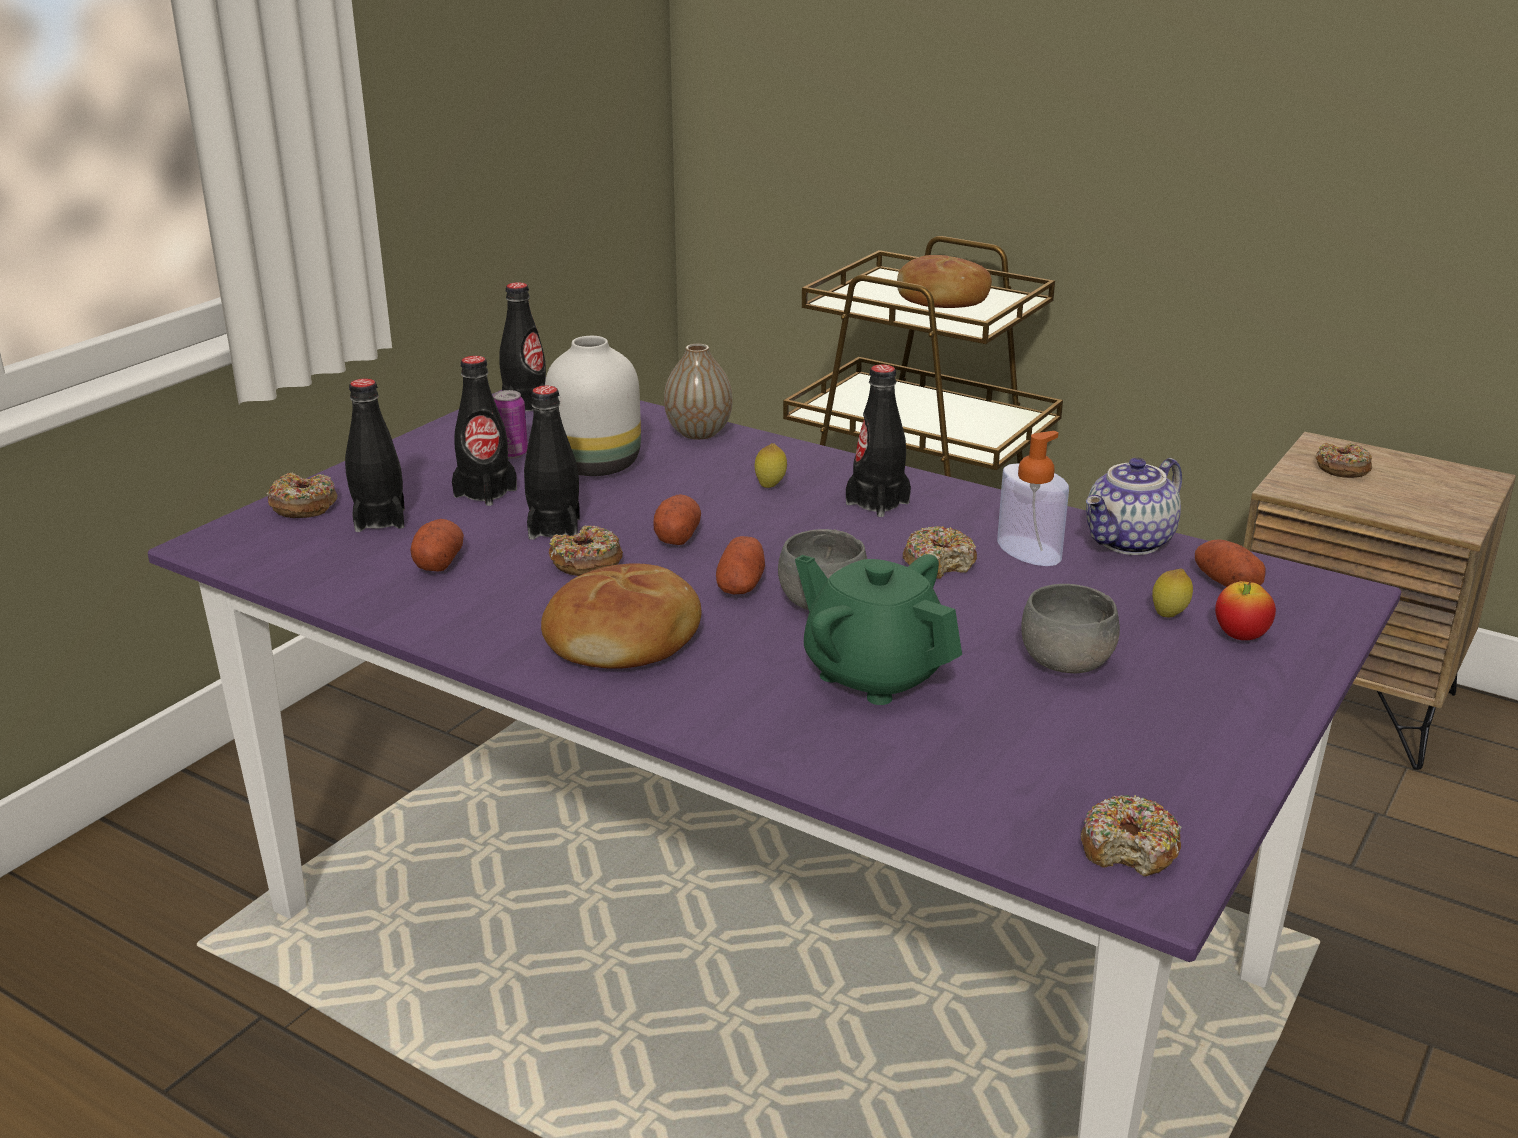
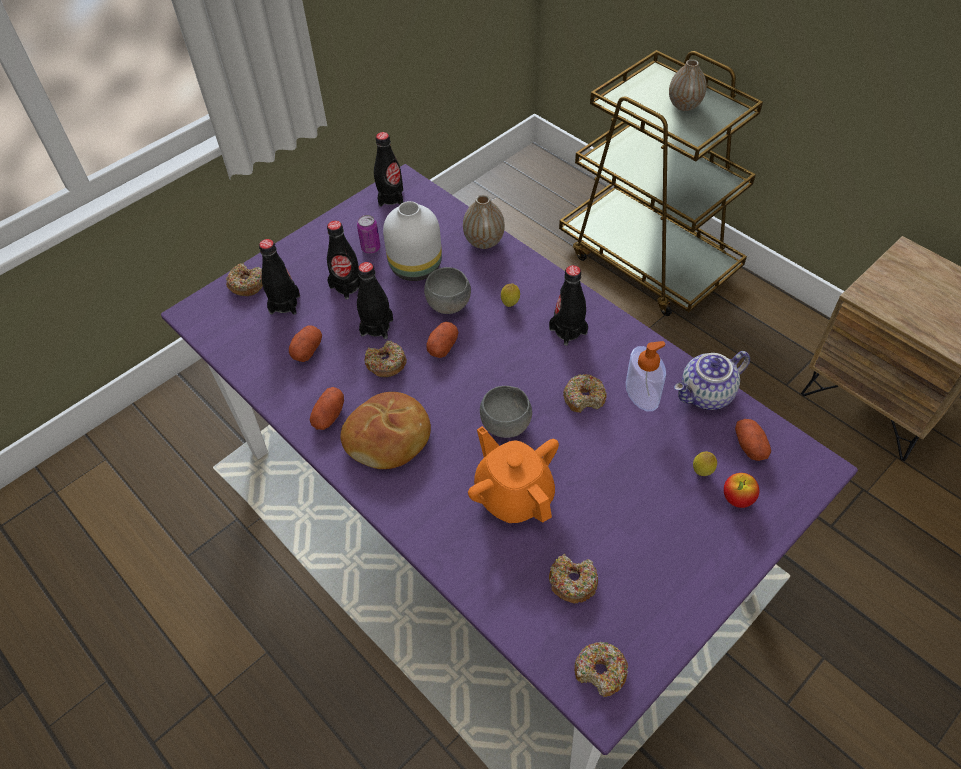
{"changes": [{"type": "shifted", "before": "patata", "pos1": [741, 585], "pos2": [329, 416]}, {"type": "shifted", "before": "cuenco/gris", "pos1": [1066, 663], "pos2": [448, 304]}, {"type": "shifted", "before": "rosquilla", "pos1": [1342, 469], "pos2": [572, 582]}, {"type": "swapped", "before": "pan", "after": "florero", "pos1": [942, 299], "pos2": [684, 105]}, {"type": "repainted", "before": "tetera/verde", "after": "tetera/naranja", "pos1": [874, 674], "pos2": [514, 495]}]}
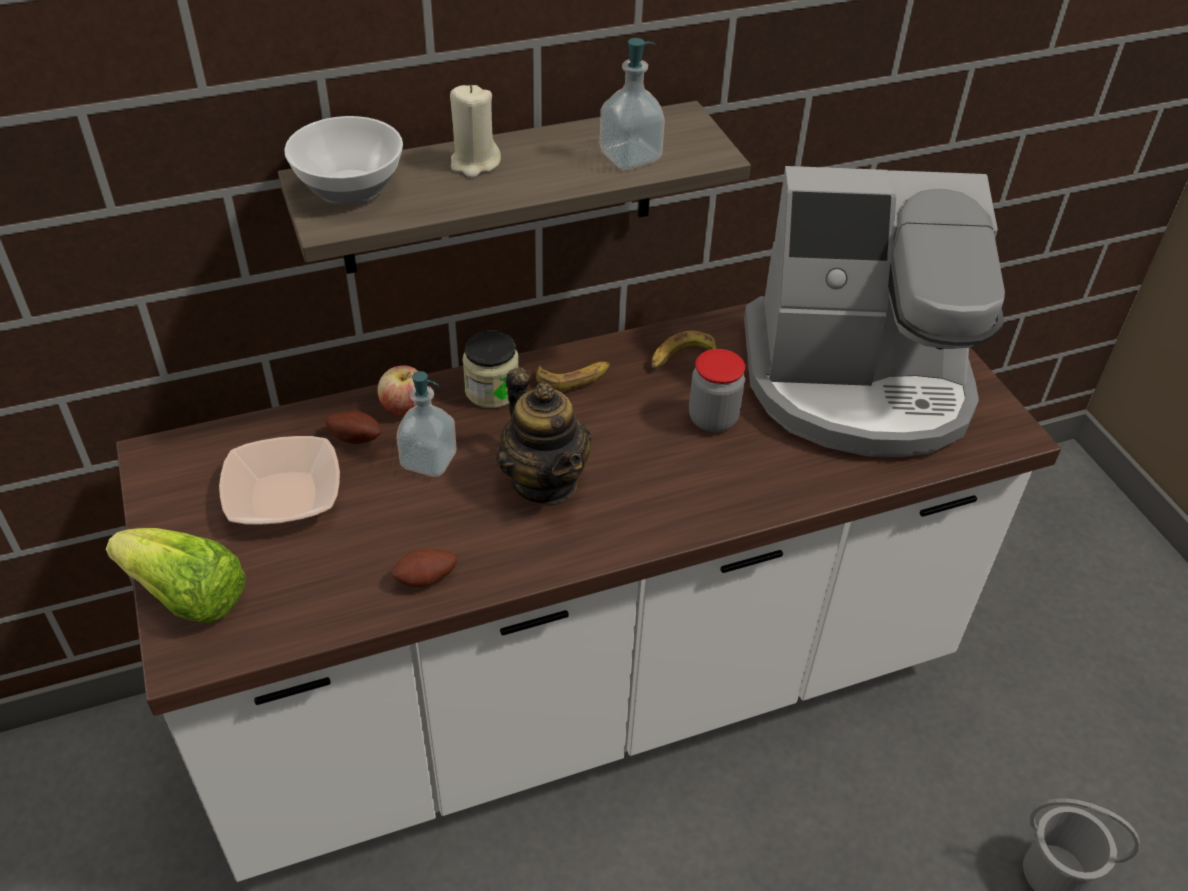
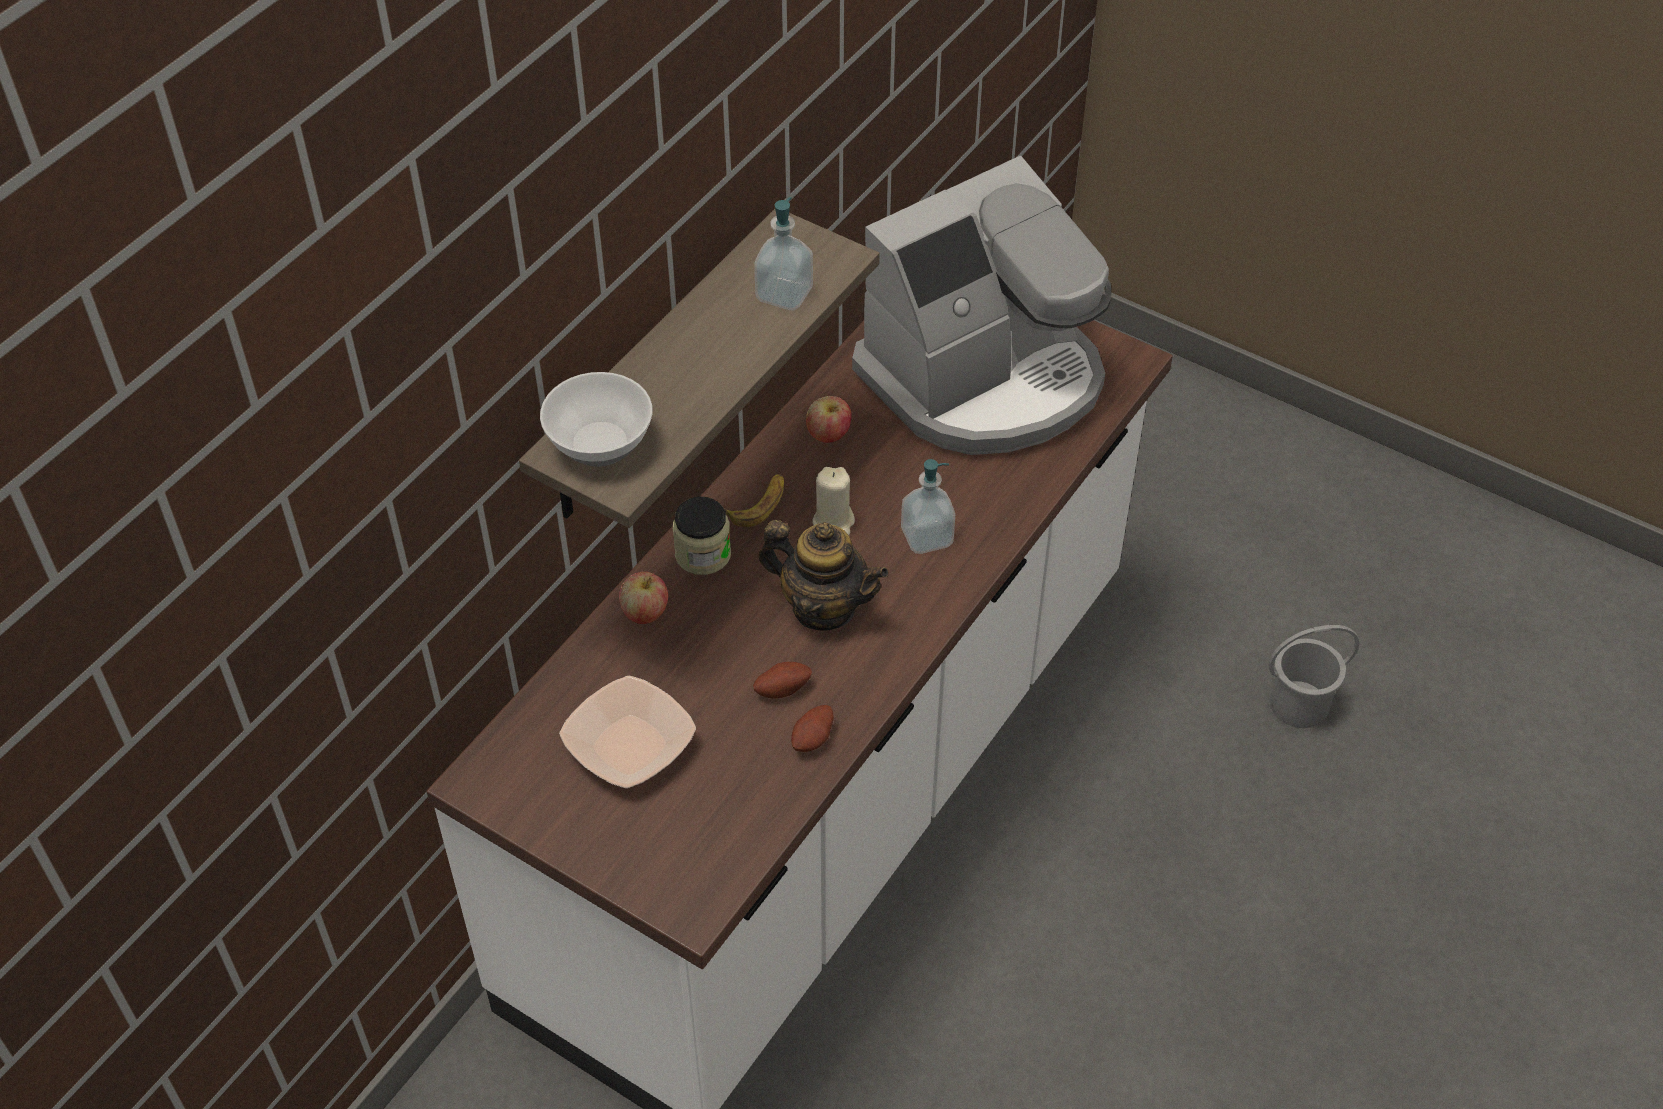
{"changes": [{"type": "gone", "before": "lechuga", "pos1": [186, 596]}, {"type": "gone", "before": "tarro", "pos1": [713, 419]}, {"type": "shifted", "before": "patata", "pos1": [356, 437], "pos2": [782, 688]}, {"type": "shifted", "before": "dispensador de jabón", "pos1": [429, 460], "pos2": [927, 537]}, {"type": "shifted", "before": "vela/beis", "pos1": [474, 163], "pos2": [833, 522]}, {"type": "swapped", "before": "plátano", "after": "manzana", "pos1": [681, 358], "pos2": [828, 435]}]}
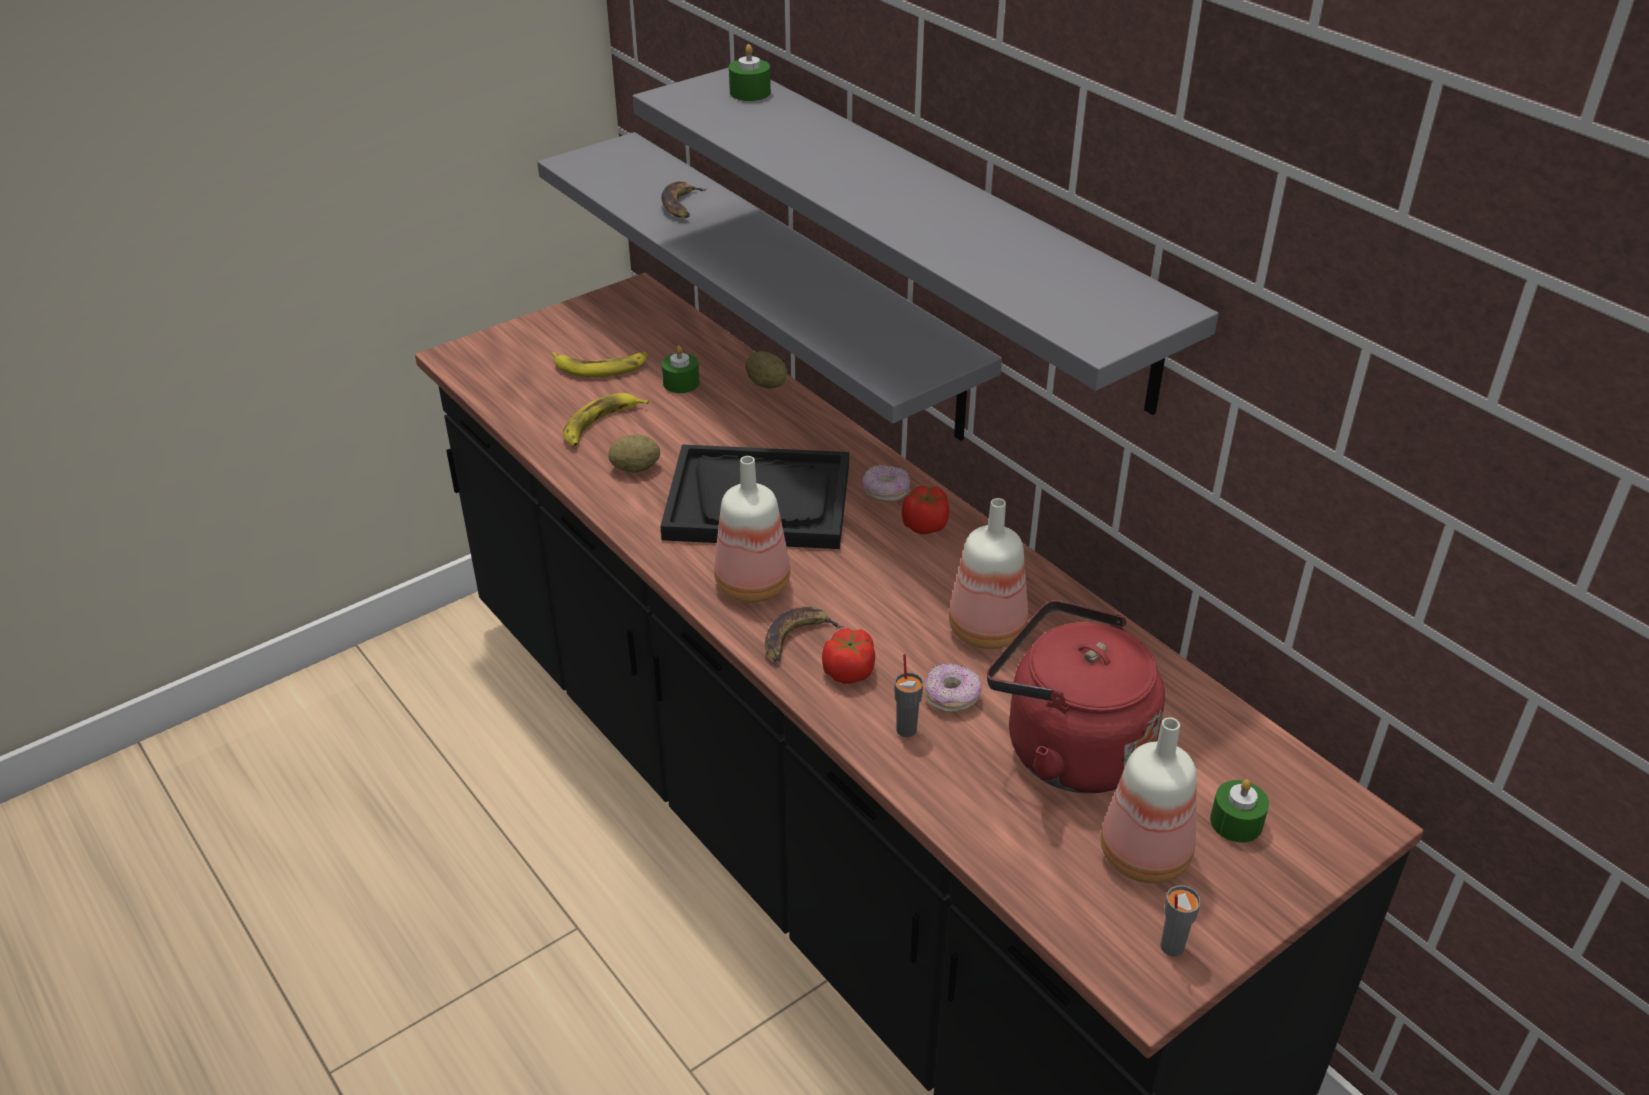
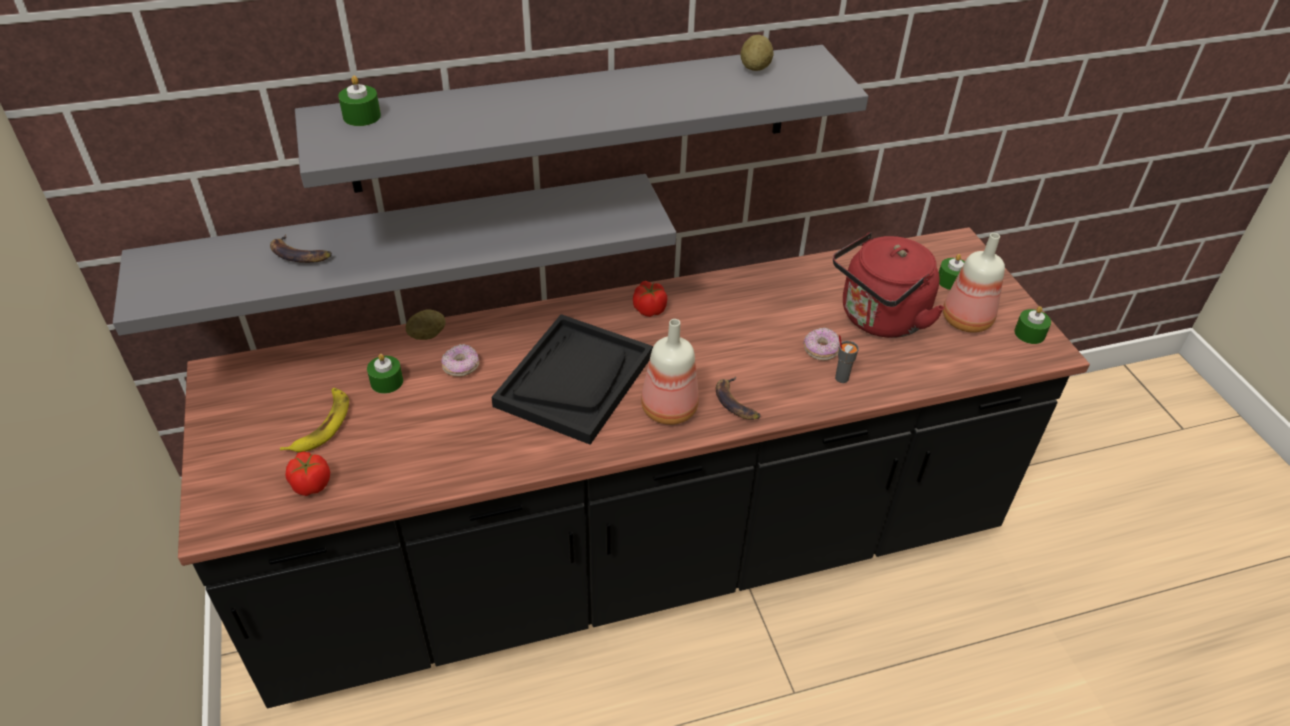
{"changes": [{"type": "gone", "before": "plátano", "pos1": [601, 425]}, {"type": "gone", "before": "botella", "pos1": [989, 630]}, {"type": "shifted", "before": "patata", "pos1": [635, 468], "pos2": [755, 68]}, {"type": "shifted", "before": "tomate", "pos1": [849, 671], "pos2": [311, 484]}, {"type": "shifted", "before": "rosquilla", "pos1": [885, 493], "pos2": [461, 367]}, {"type": "swapped", "before": "taza/gris", "after": "vela/verde", "pos1": [1171, 946], "pos2": [1029, 333]}]}
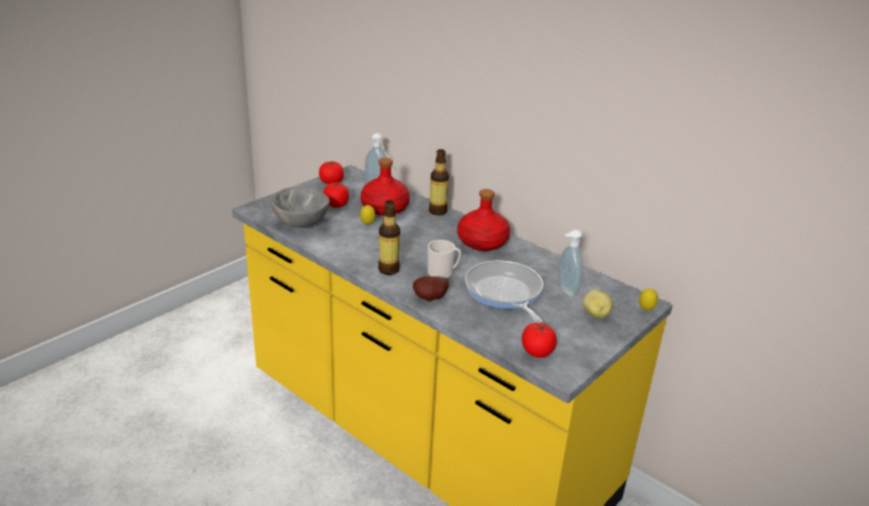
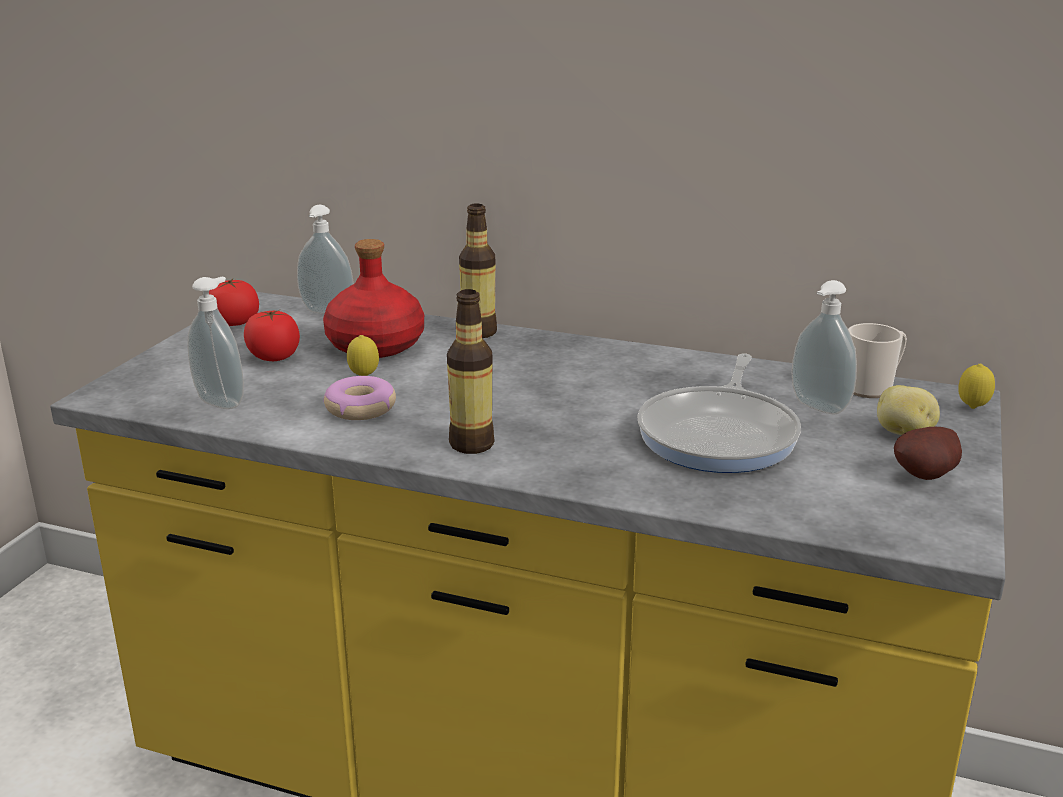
{"changes": [{"type": "gone", "before": "botella/rojo", "pos1": [483, 242]}, {"type": "gone", "before": "tomate", "pos1": [537, 352]}, {"type": "new", "after": "rosquilla", "pos2": [360, 408]}, {"type": "shifted", "before": "patata", "pos1": [430, 299], "pos2": [927, 477]}, {"type": "shifted", "before": "taza grande", "pos1": [443, 273], "pos2": [872, 387]}, {"type": "swapped", "before": "cuenco/gris", "after": "dispensador de jabón", "pos1": [300, 223], "pos2": [222, 401]}, {"type": "rotated", "before": "sartén", "pos1": [504, 293], "pos2": [720, 435], "turn": -120}]}
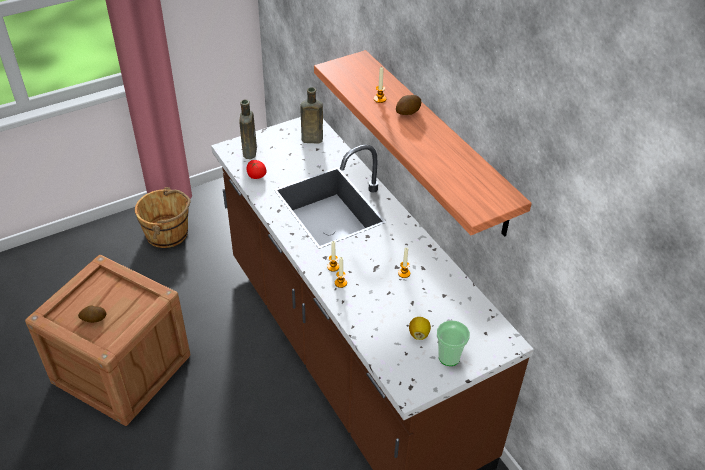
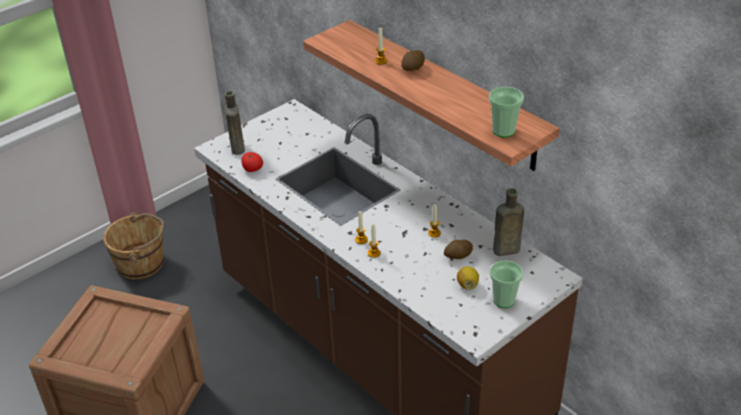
{"changes": [{"type": "new", "after": "taza", "pos2": [503, 131]}, {"type": "shifted", "before": "patata", "pos1": [94, 319], "pos2": [458, 256]}, {"type": "shifted", "before": "botella/marrón", "pos1": [310, 139], "pos2": [504, 250]}]}
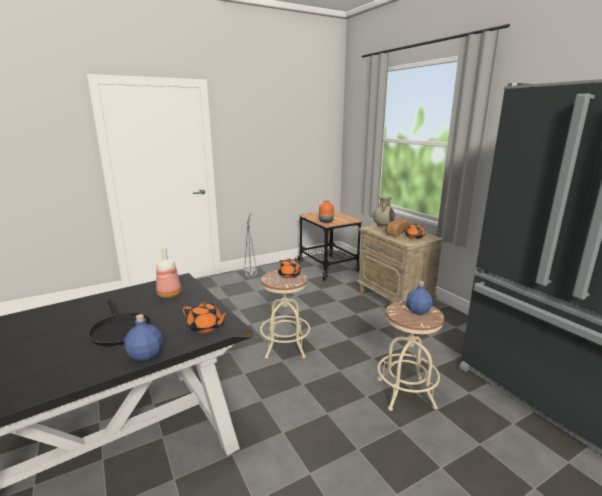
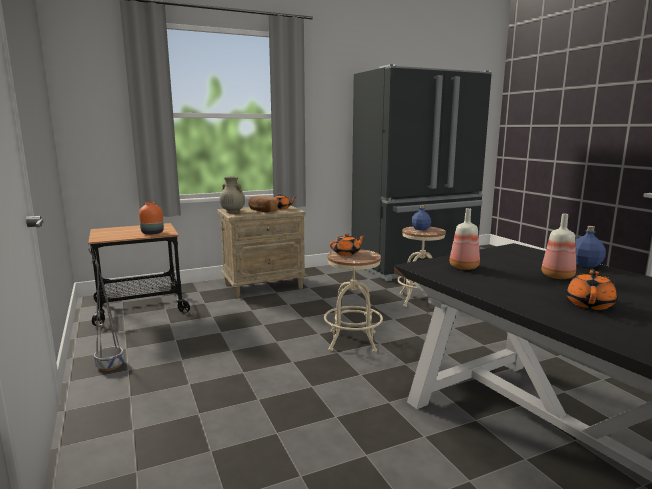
{"changes": [{"type": "shifted", "before": "tetera/naranja", "pos1": [206, 327], "pos2": [589, 304]}, {"type": "swapped", "before": "sartén/negro", "after": "botella", "pos1": [120, 330], "pos2": [558, 276]}]}
